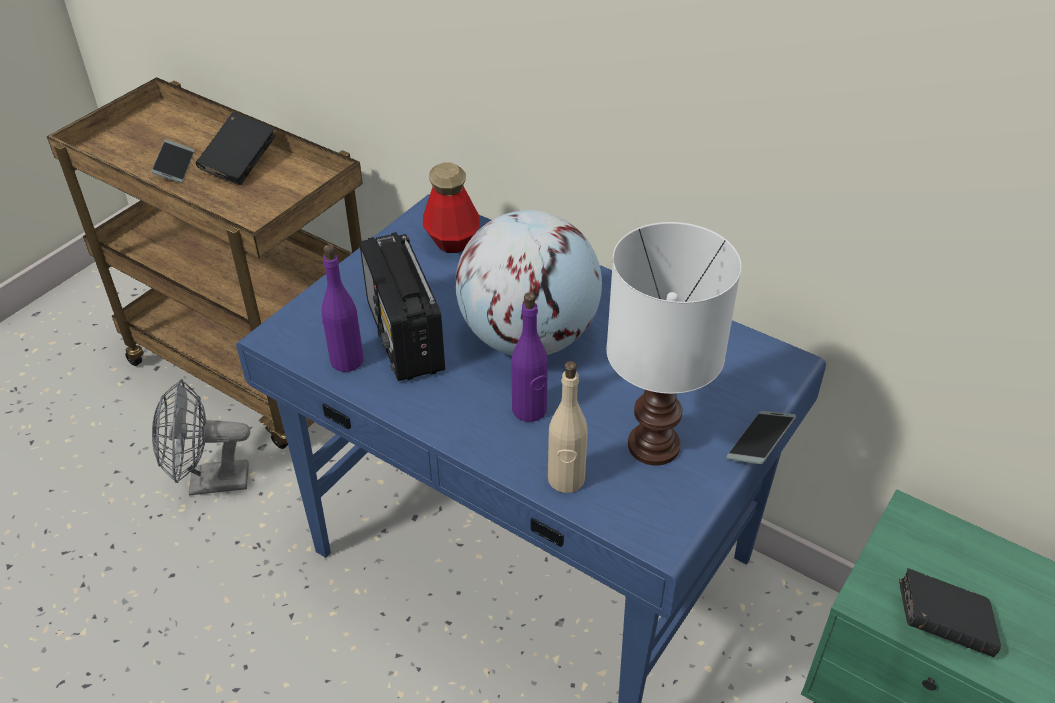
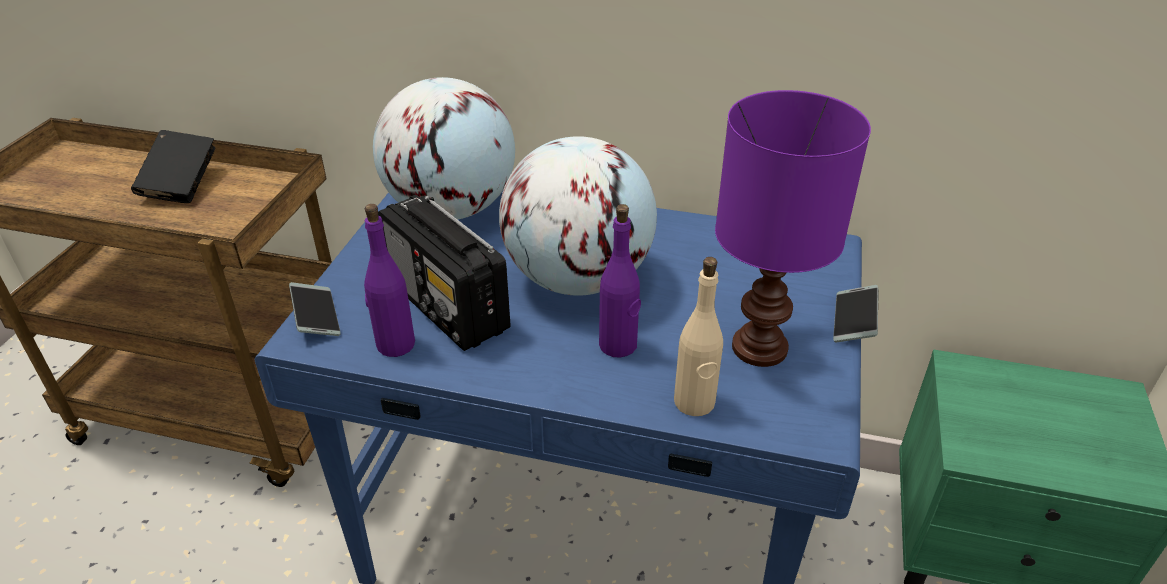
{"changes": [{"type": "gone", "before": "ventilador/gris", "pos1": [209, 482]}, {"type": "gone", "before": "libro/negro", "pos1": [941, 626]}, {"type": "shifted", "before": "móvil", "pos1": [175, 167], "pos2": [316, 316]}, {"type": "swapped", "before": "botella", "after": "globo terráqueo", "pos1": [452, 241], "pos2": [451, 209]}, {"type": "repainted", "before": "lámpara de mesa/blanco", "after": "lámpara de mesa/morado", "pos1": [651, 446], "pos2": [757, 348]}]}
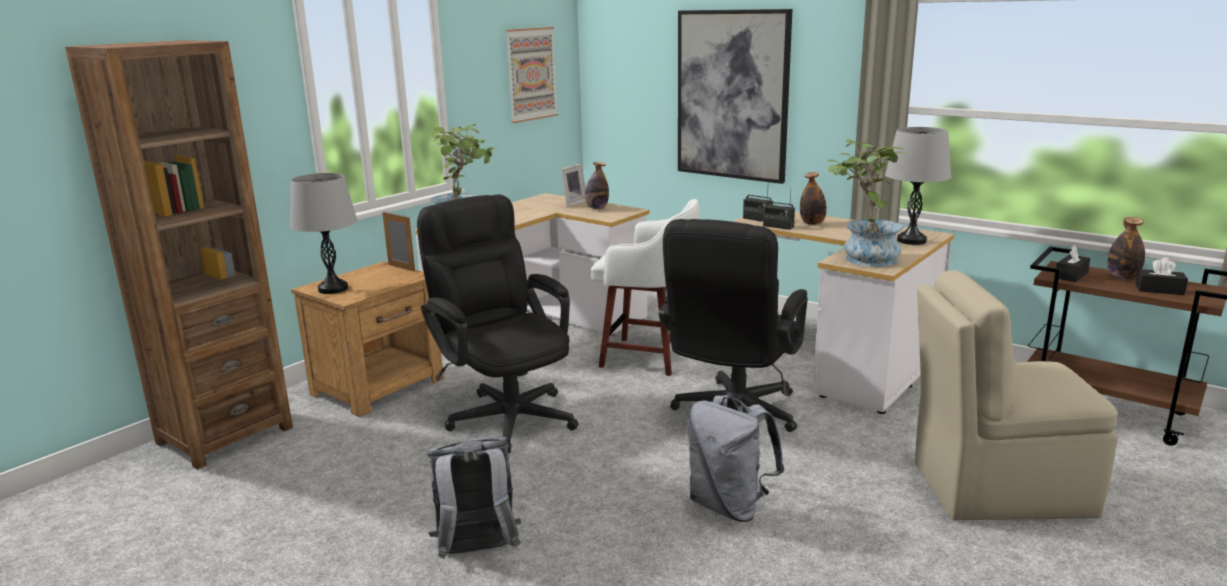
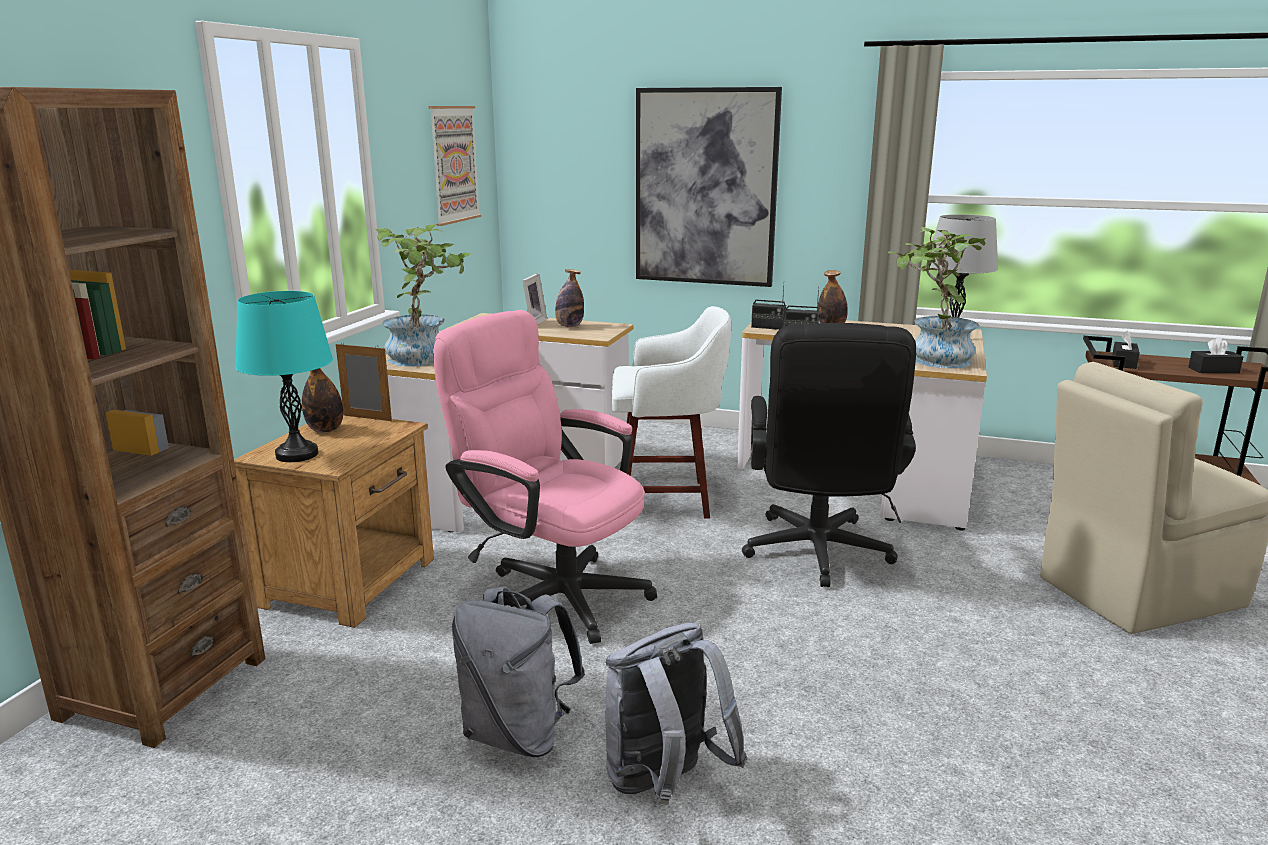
{"changes": [{"type": "shifted", "before": "mochila/gris", "pos1": [730, 506], "pos2": [518, 734]}, {"type": "shifted", "before": "botella", "pos1": [1122, 277], "pos2": [325, 430]}, {"type": "repainted", "before": "lámpara de mesa/gris", "after": "lámpara de mesa/turquesa", "pos1": [333, 289], "pos2": [297, 454]}, {"type": "repainted", "before": "silla de oficina/negro", "after": "silla de oficina/rosa", "pos1": [506, 413], "pos2": [552, 592]}]}
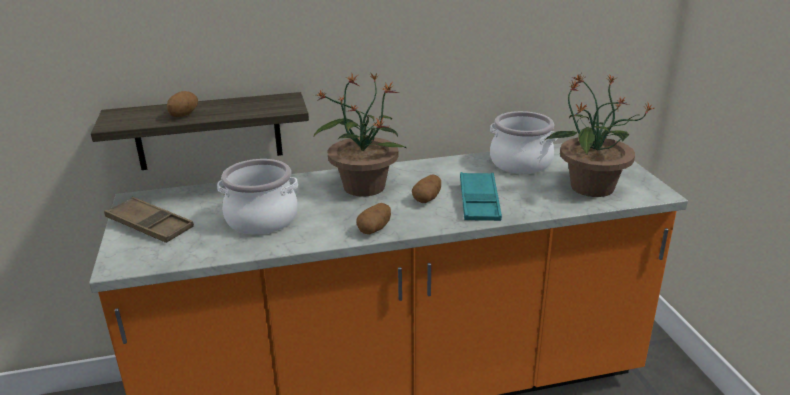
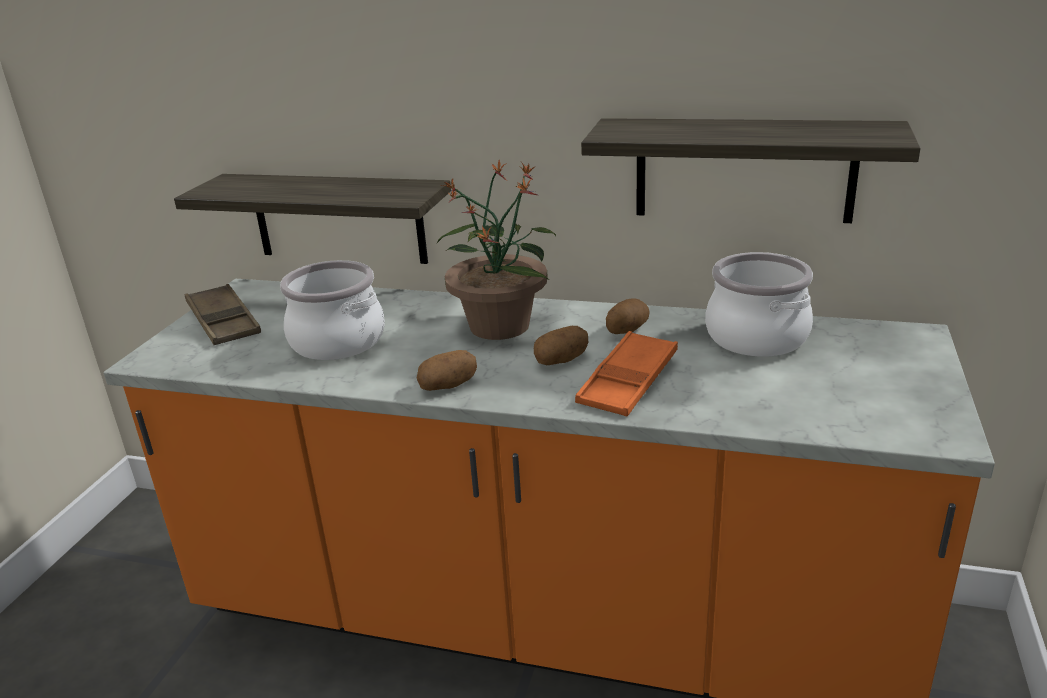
{"changes": [{"type": "gone", "before": "planta en maceta", "pos1": [590, 187]}, {"type": "new", "after": "estante", "pos2": [744, 170]}, {"type": "shifted", "before": "patata", "pos1": [183, 115], "pos2": [626, 330]}, {"type": "repainted", "before": "bandeja/turquesa", "after": "bandeja/naranja", "pos1": [479, 202], "pos2": [628, 381]}]}
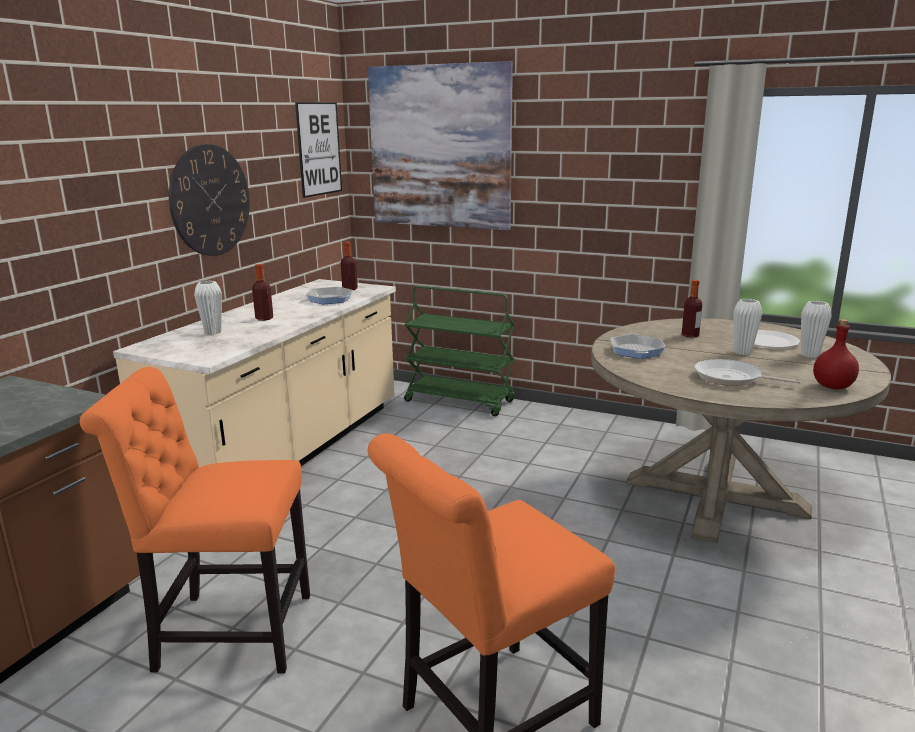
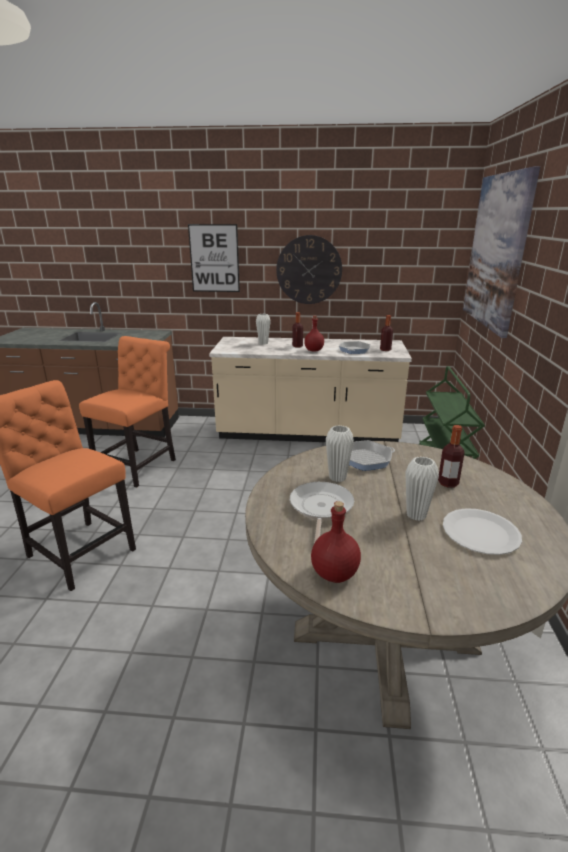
{"changes": [{"type": "new", "after": "botella/rojo", "pos2": [313, 350]}, {"type": "shifted", "before": "cuadro", "pos1": [319, 149], "pos2": [214, 258]}, {"type": "shifted", "before": "florero/blanco", "pos1": [809, 355], "pos2": [337, 477]}, {"type": "rotated", "before": "silla/naranja", "pos1": [226, 632], "pos2": [139, 465], "turn": 45}]}
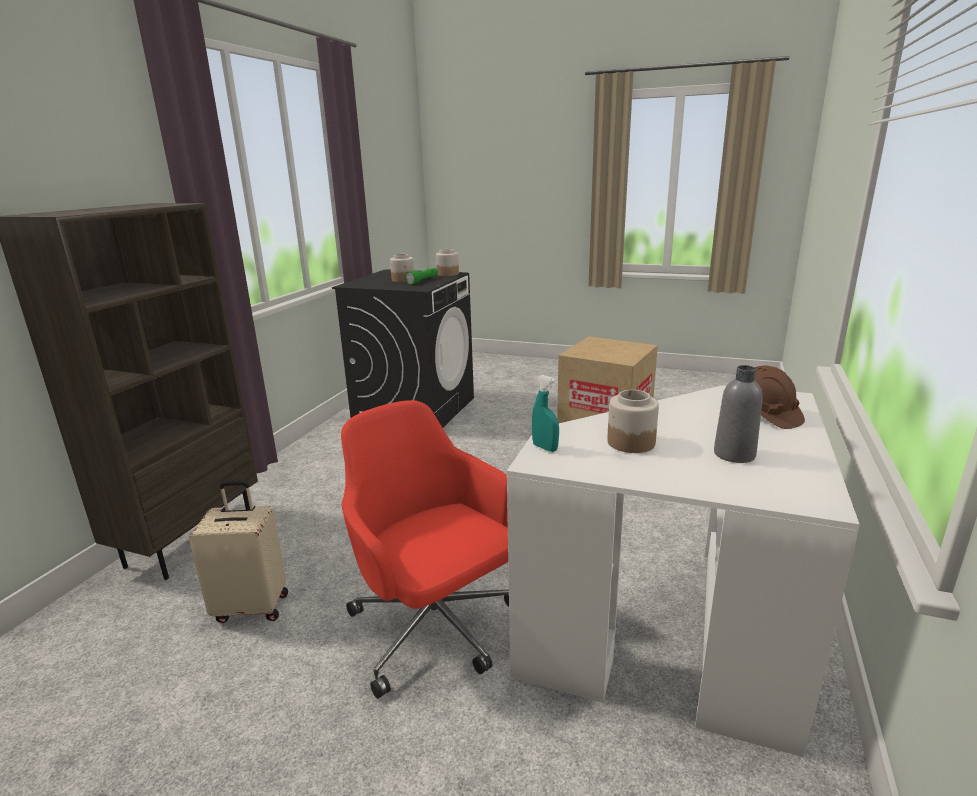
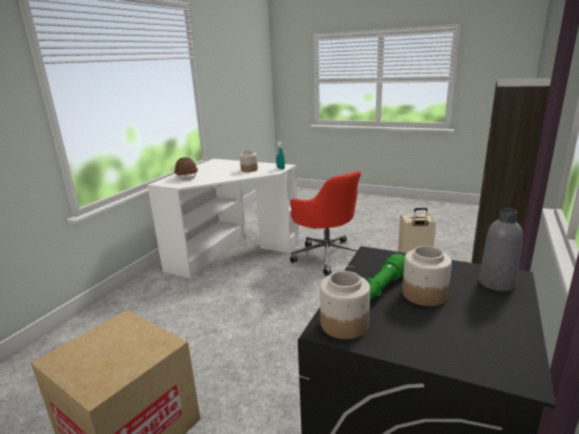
{"changes": [{"type": "shifted", "before": "botella/gris", "pos1": [734, 454], "pos2": [496, 283]}]}
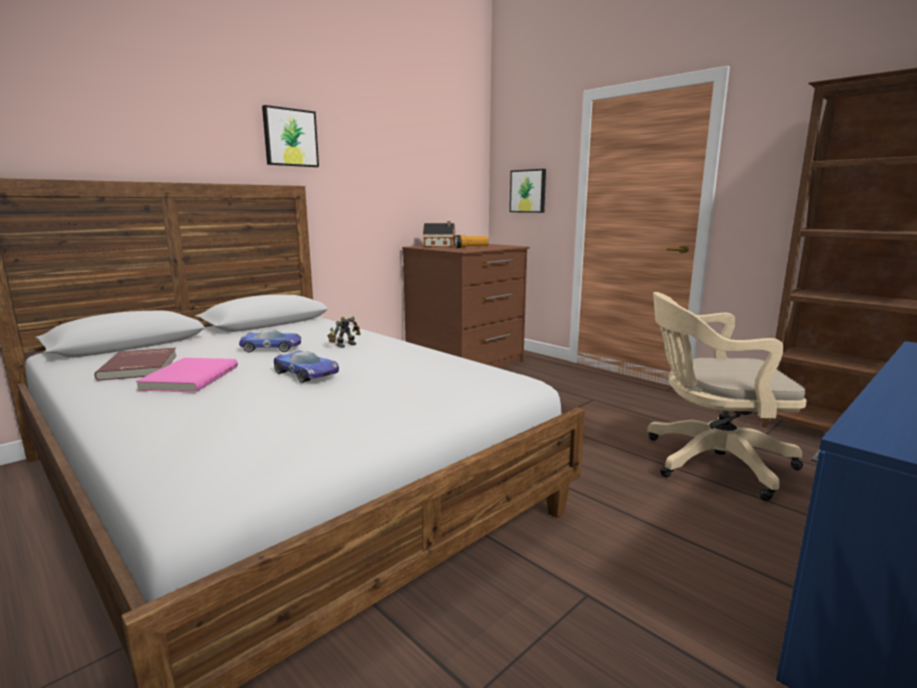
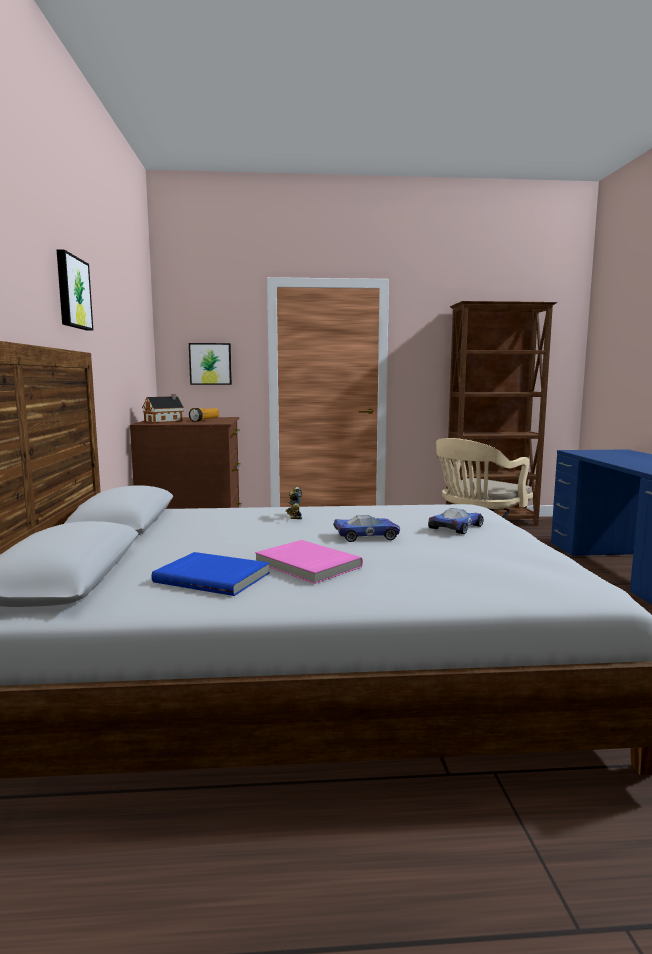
{"changes": [{"type": "shifted", "before": "coche de juguete", "pos1": [273, 347], "pos2": [456, 527]}, {"type": "repainted", "before": "libro/rojo", "after": "libro/azul", "pos1": [141, 367], "pos2": [213, 577]}]}
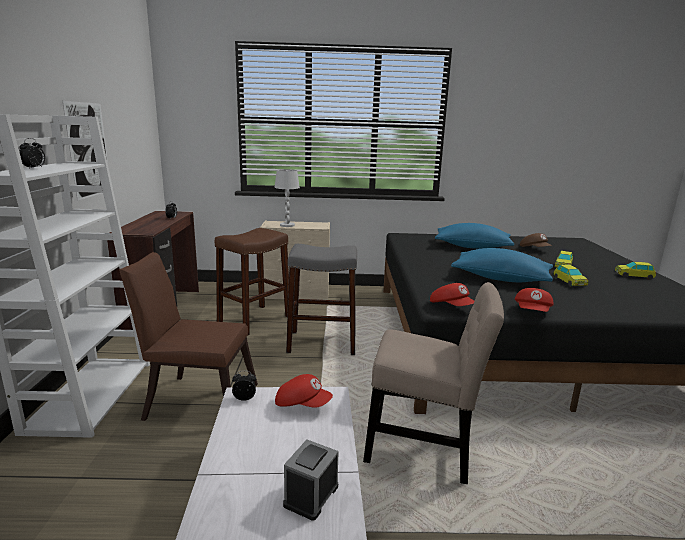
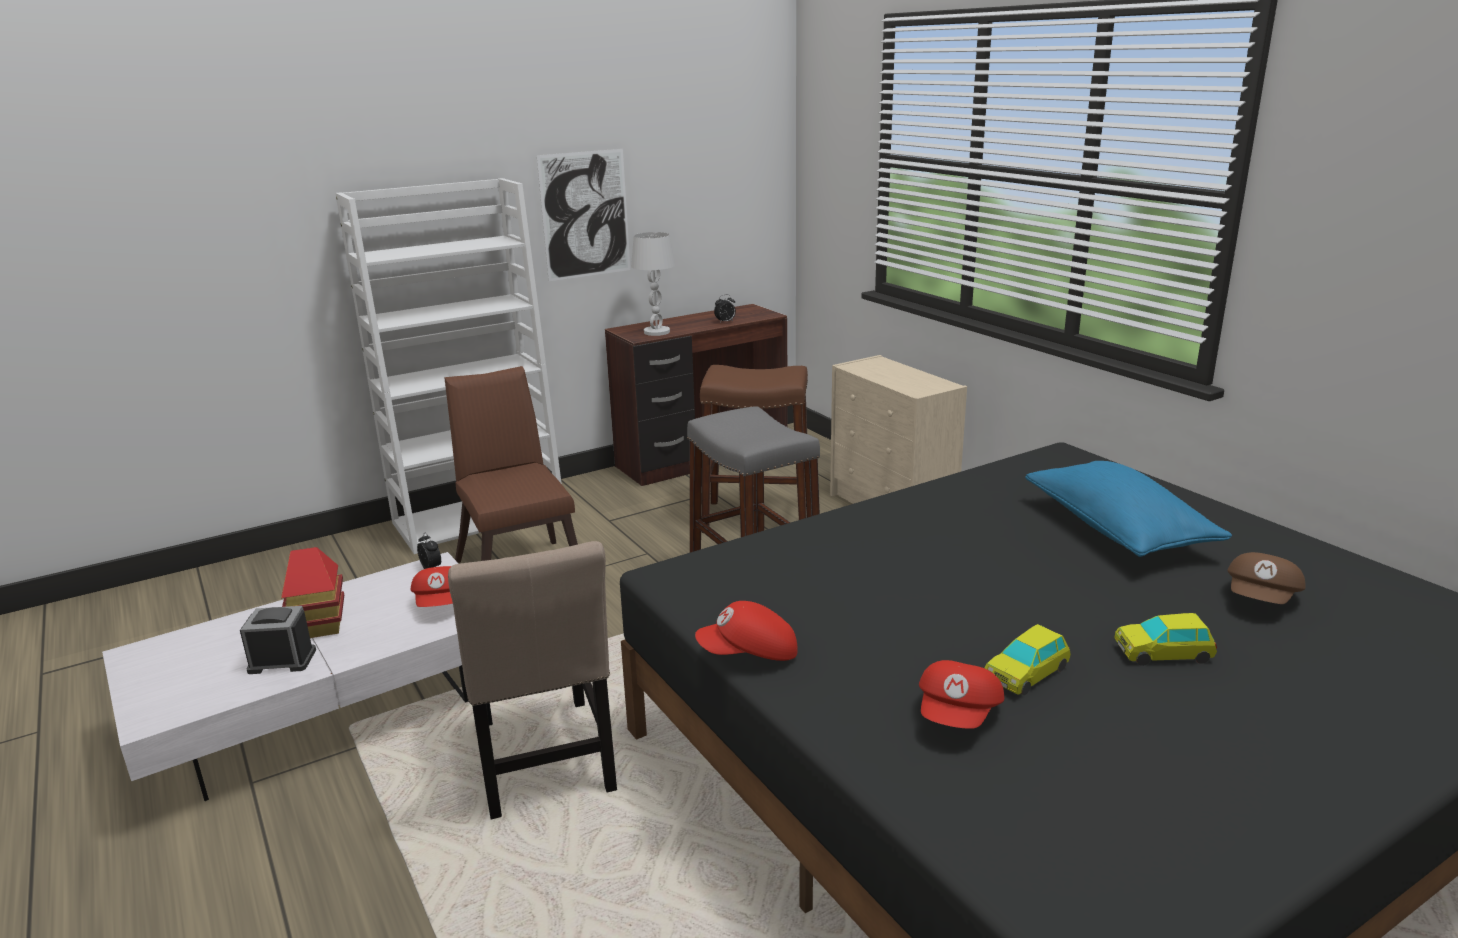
{"changes": [{"type": "gone", "before": "despertador", "pos1": [34, 168]}, {"type": "gone", "before": "cojín/azul", "pos1": [500, 278]}, {"type": "gone", "before": "coche de juguete", "pos1": [634, 276]}, {"type": "new", "after": "casita", "pos2": [320, 626]}, {"type": "shifted", "before": "lámpara de mesa/blanco", "pos1": [287, 225], "pos2": [657, 332]}, {"type": "shifted", "before": "gorra/rojo", "pos1": [451, 307], "pos2": [959, 715]}]}
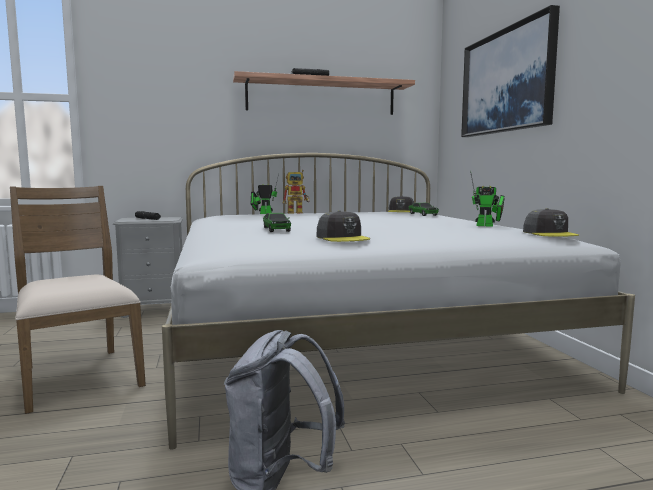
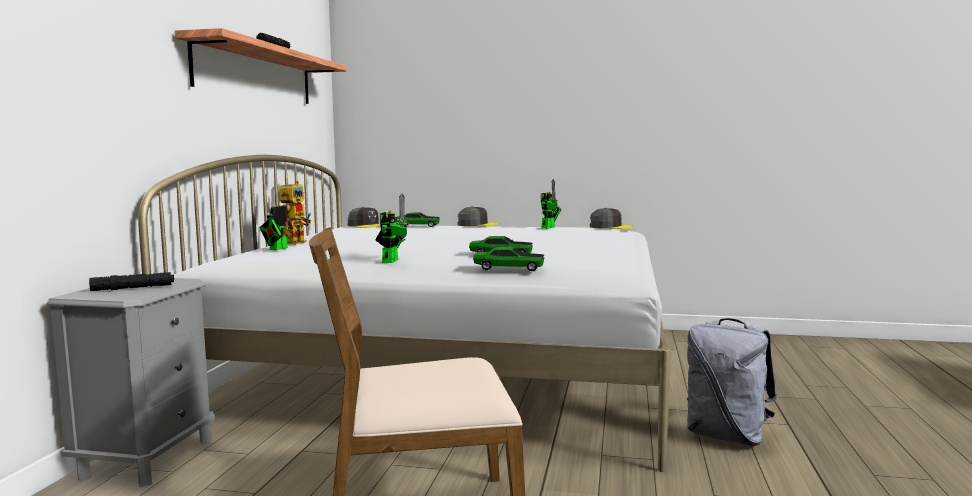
{"changes": [{"type": "gone", "before": "cuadro", "pos1": [506, 81]}, {"type": "new", "after": "robot de juguete", "pos2": [391, 260]}, {"type": "new", "after": "coche de juguete", "pos2": [509, 268]}, {"type": "shifted", "before": "gorra/gris", "pos1": [343, 238], "pos2": [477, 224]}]}
